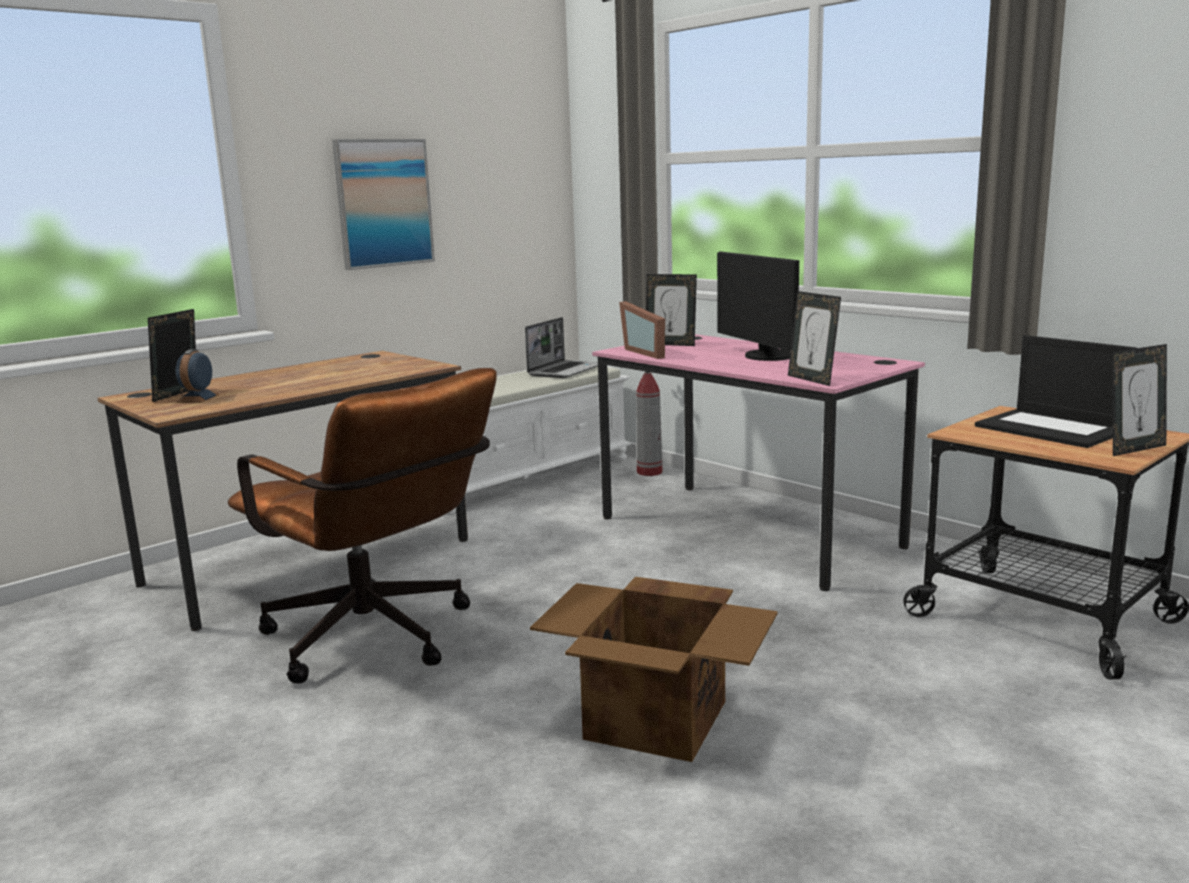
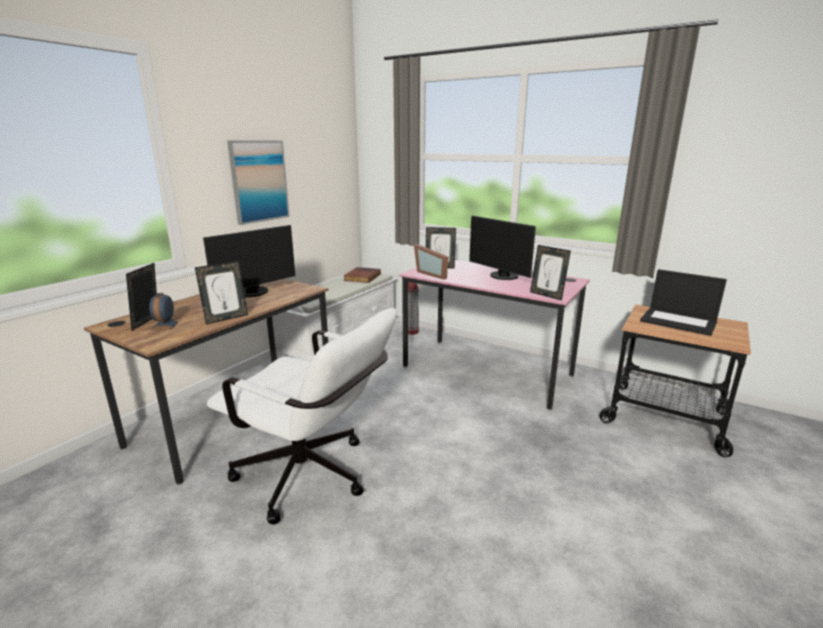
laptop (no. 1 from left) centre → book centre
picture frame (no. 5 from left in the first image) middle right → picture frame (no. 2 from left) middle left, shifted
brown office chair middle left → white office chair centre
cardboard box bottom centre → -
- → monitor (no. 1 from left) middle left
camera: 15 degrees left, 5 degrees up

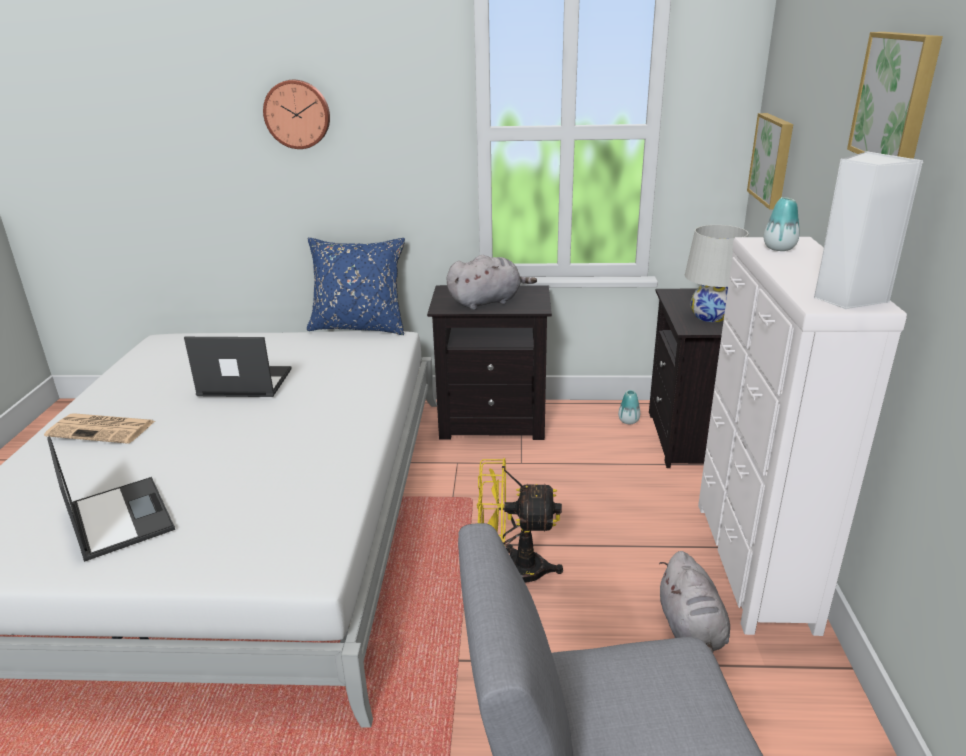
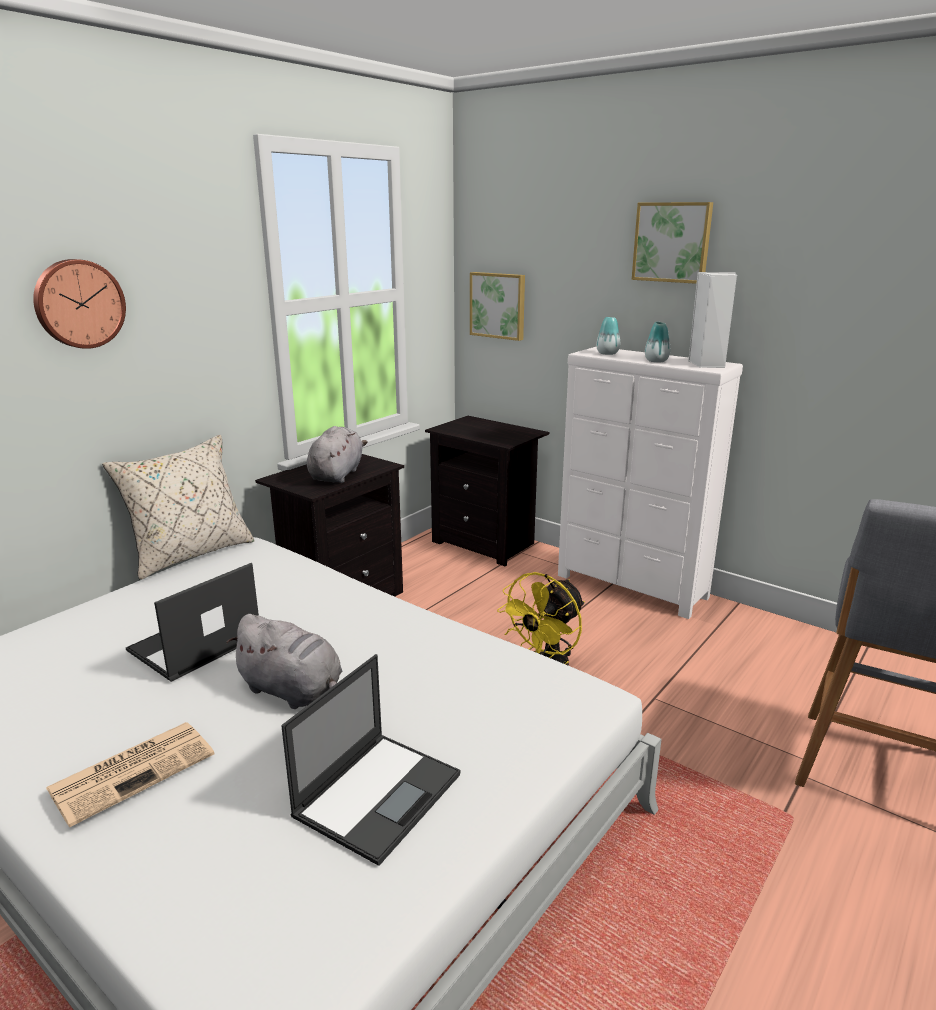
white table lamp middle right → -
blue pillow centre → beige pillow middle left
vase (no. 1 from left in the first image) centre → vase (no. 2 from left) middle right, shifted
laptop (no. 1 from left in the first image) middle left → laptop (no. 2 from left) bottom centre, 120 degrees clockwise
grey plush toy (no. 2 from left in the first image) bottom right → grey plush toy (no. 1 from left) middle left, shifted
camera: 55 degrees left, 5 degrees down

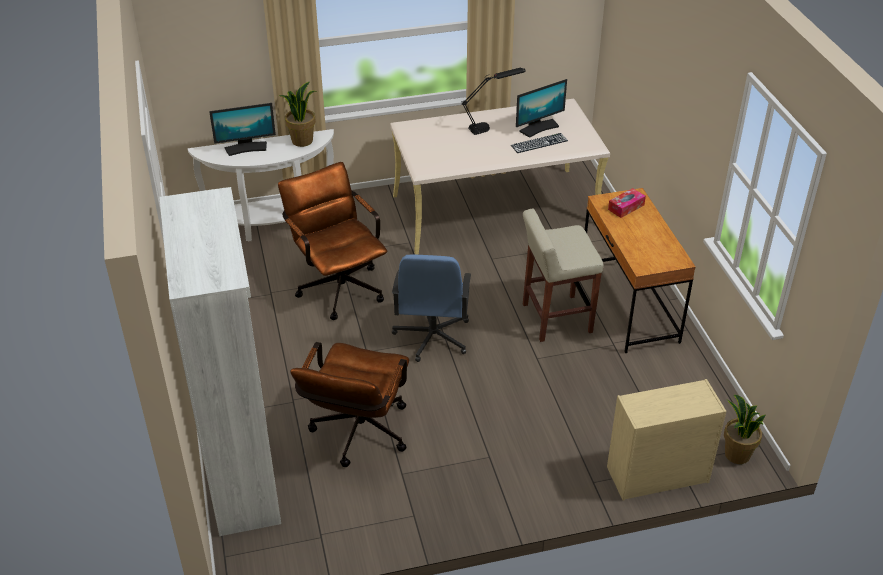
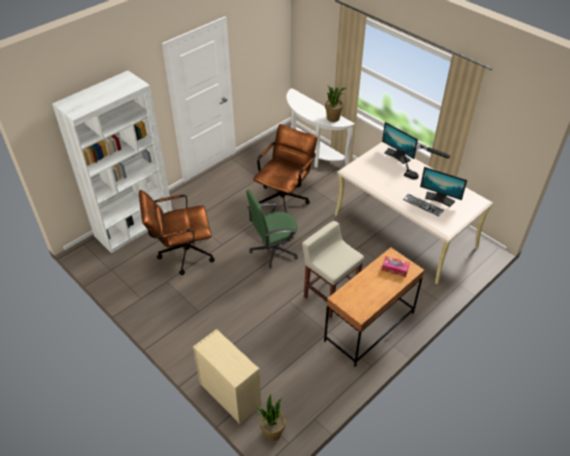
monitor (no. 1 from left) top left → monitor (no. 1 from left) top right, shifted
blue office chair centre → green office chair centre
camera: 60 degrees right, 5 degrees up

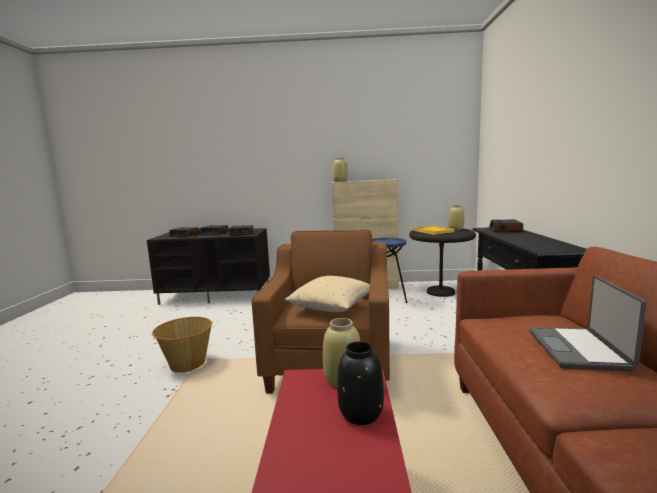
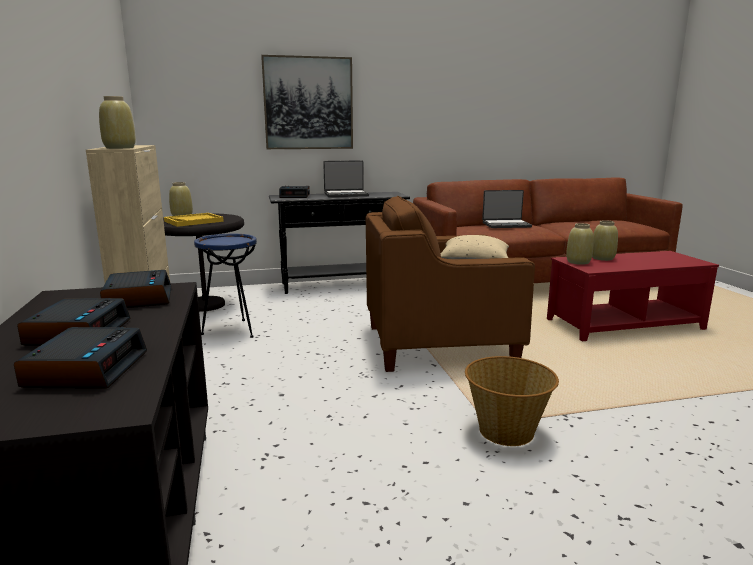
black vase bottom centre → beige vase (no. 4 from left) middle right
- → picture top centre
- → laptop (no. 1 from left) top centre
camera: 105 degrees left, 5 degrees up

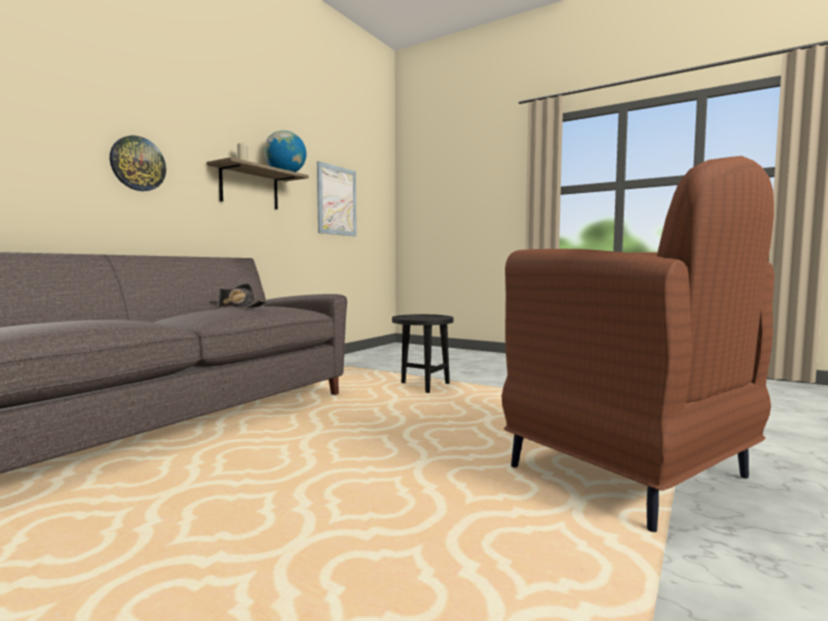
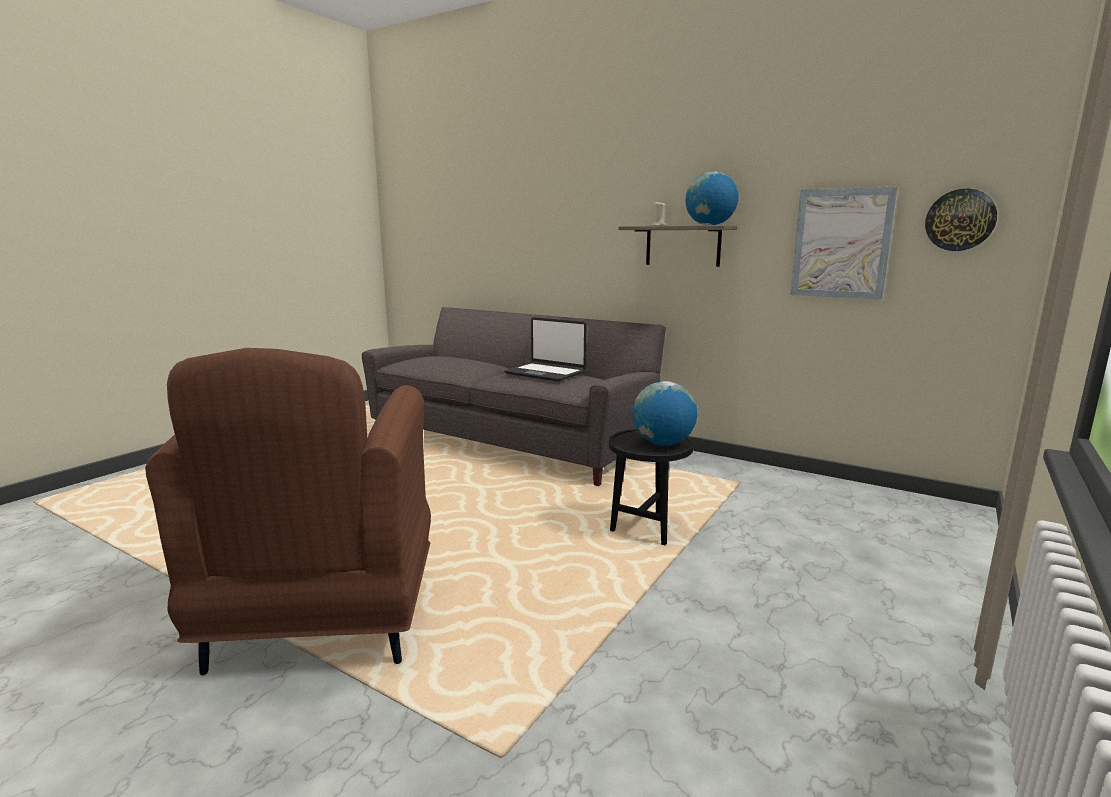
wall clock top left → wall clock top right, shifted
brown armchair middle right → brown armchair middle left, 60 degrees counterclockwise
black hat middle left → laptop centre
- → globe (no. 1 from left) centre
camera: 90 degrees right, 10 degrees up

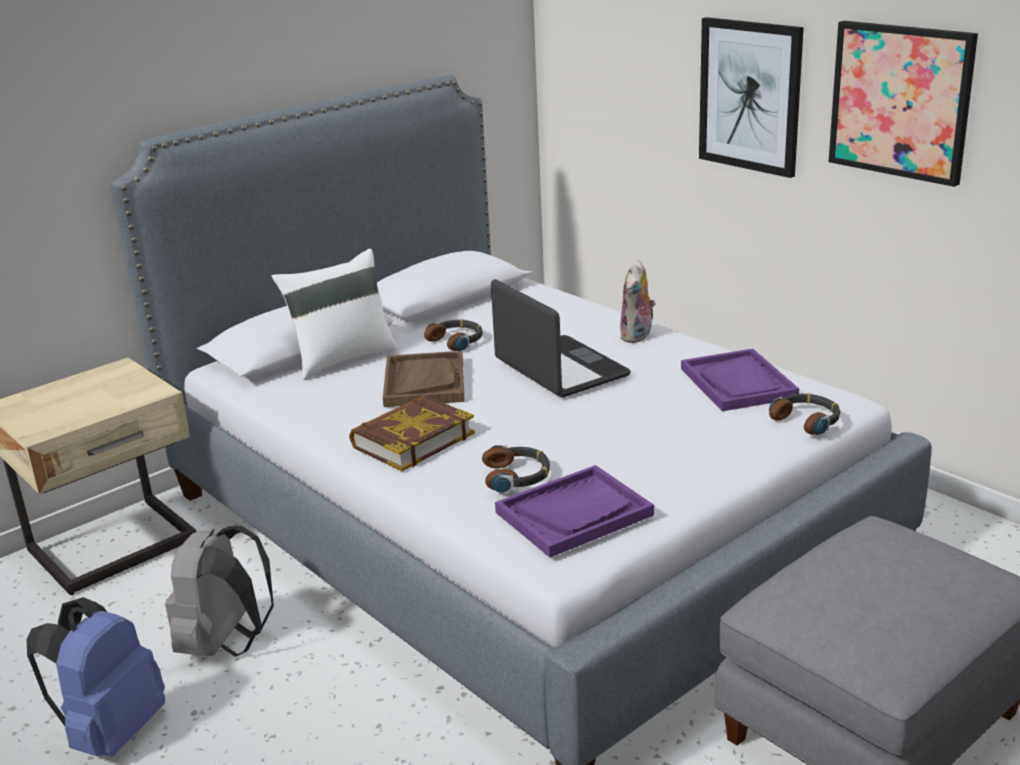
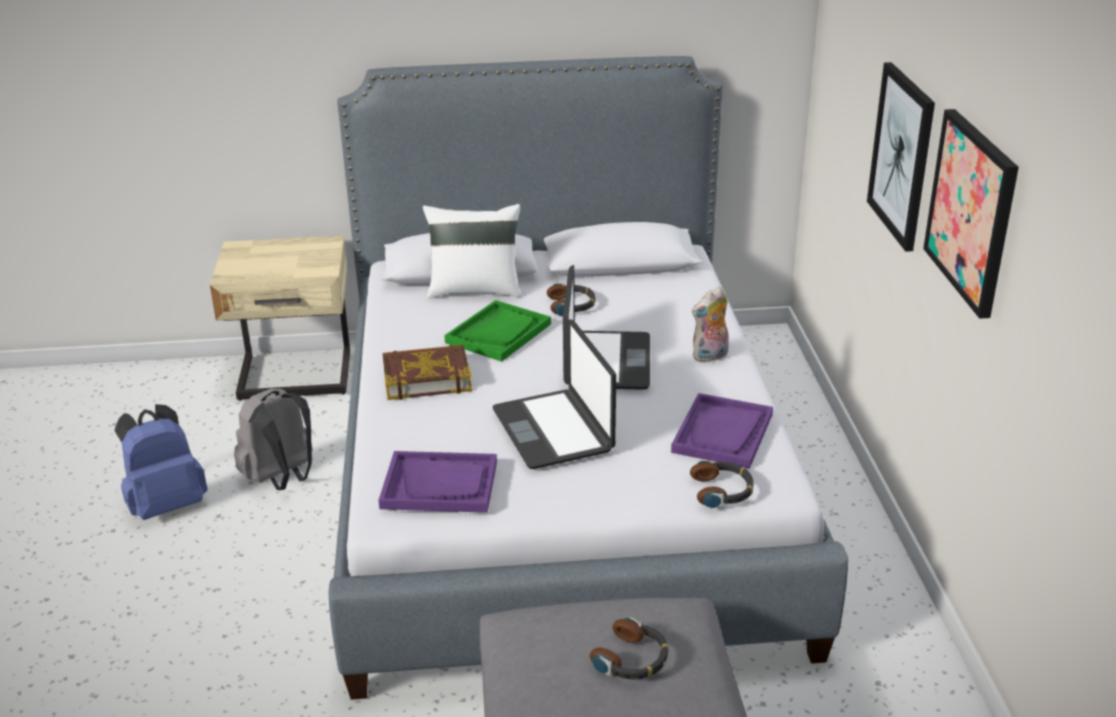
brown tray centre → green tray centre
headphones (no. 2 from left) centre → headphones (no. 2 from left) bottom centre, shifted
- → laptop (no. 1 from left) centre
camera: 35 degrees right, 5 degrees up

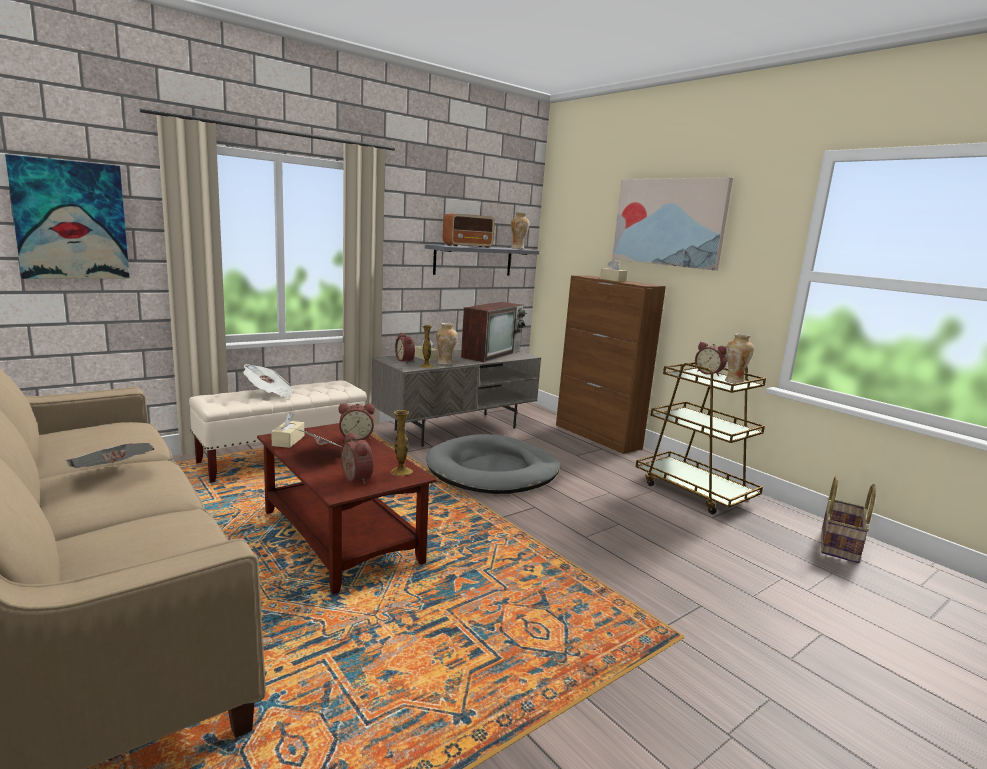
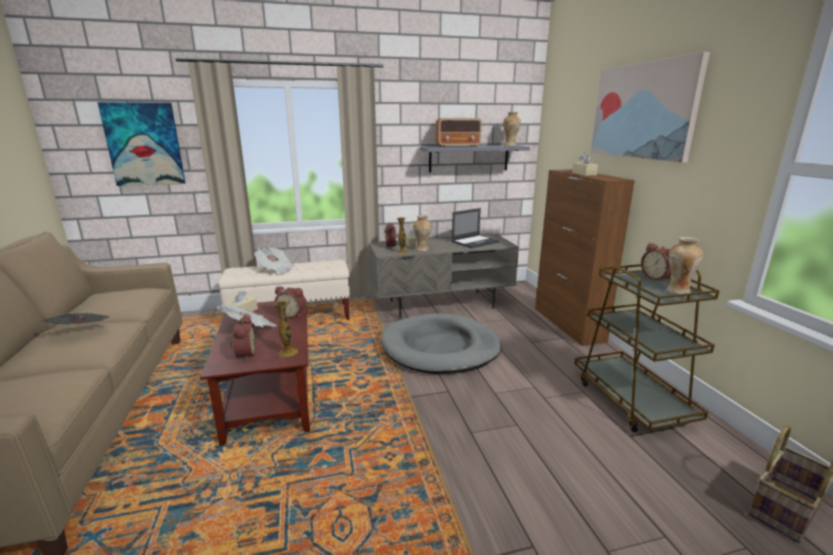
television centre → laptop centre
camera: 25 degrees right, 5 degrees up

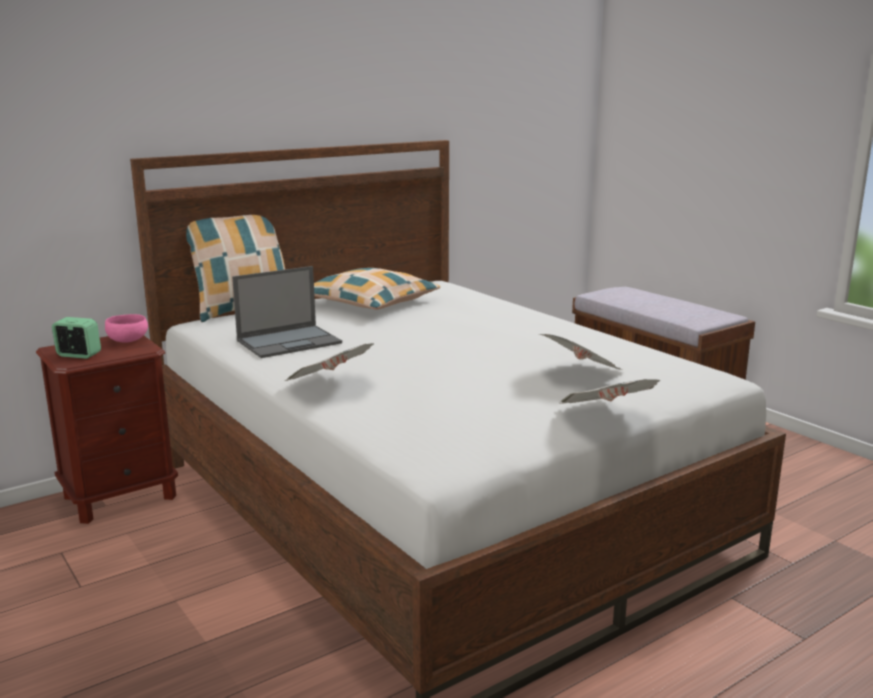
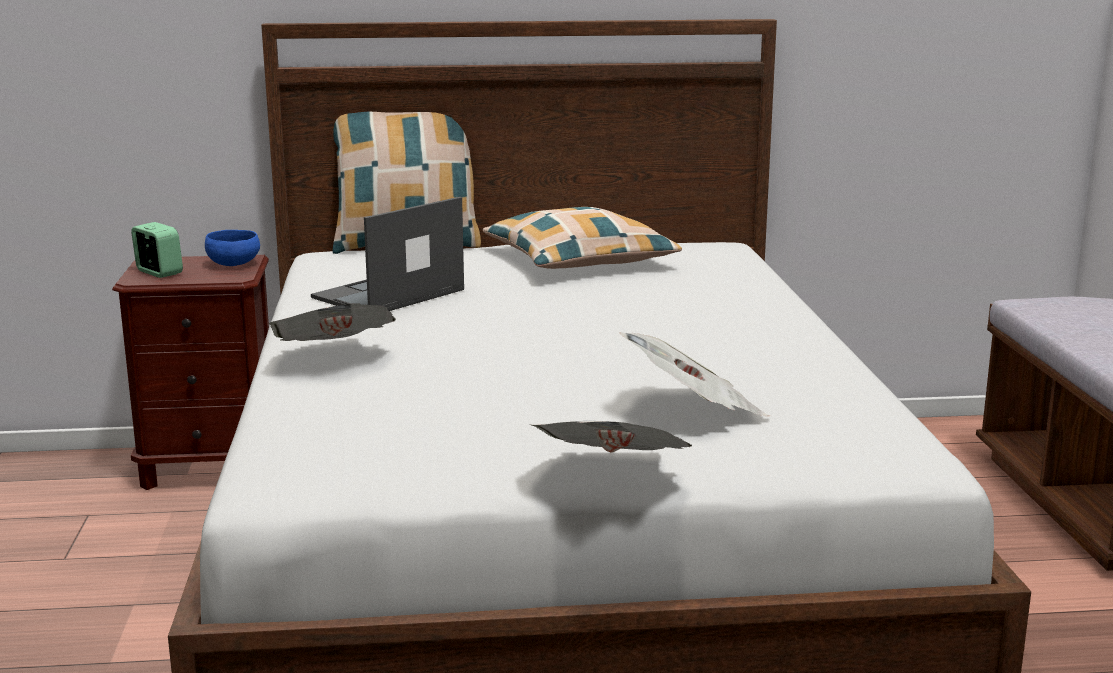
laptop middle left → laptop centre, 135 degrees clockwise
pink bowl middle left → blue bowl middle left
camera: 30 degrees right, 0 degrees up

